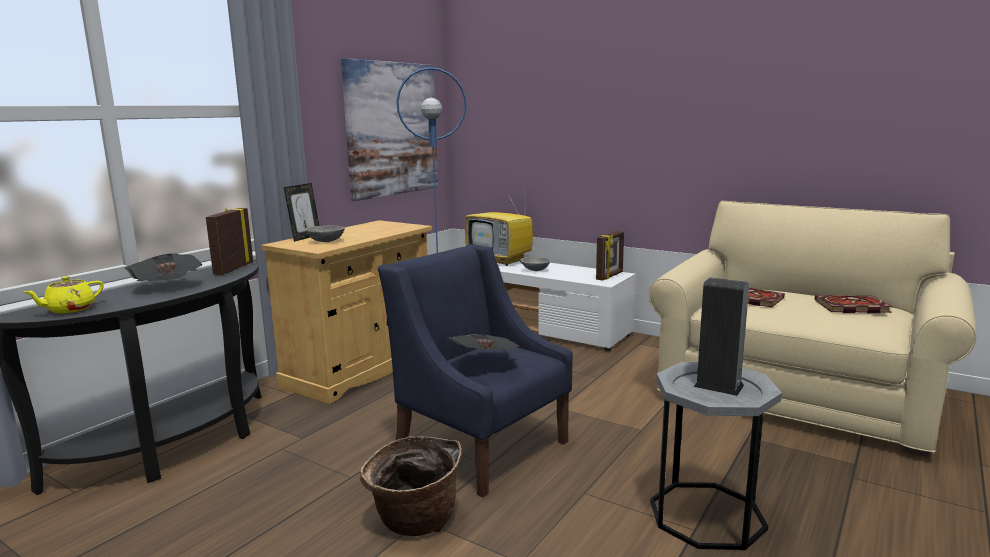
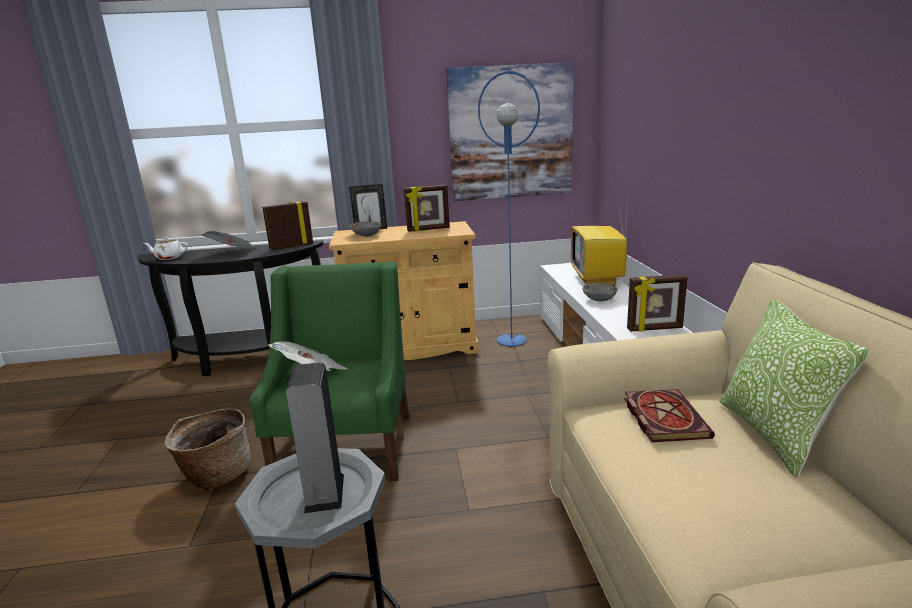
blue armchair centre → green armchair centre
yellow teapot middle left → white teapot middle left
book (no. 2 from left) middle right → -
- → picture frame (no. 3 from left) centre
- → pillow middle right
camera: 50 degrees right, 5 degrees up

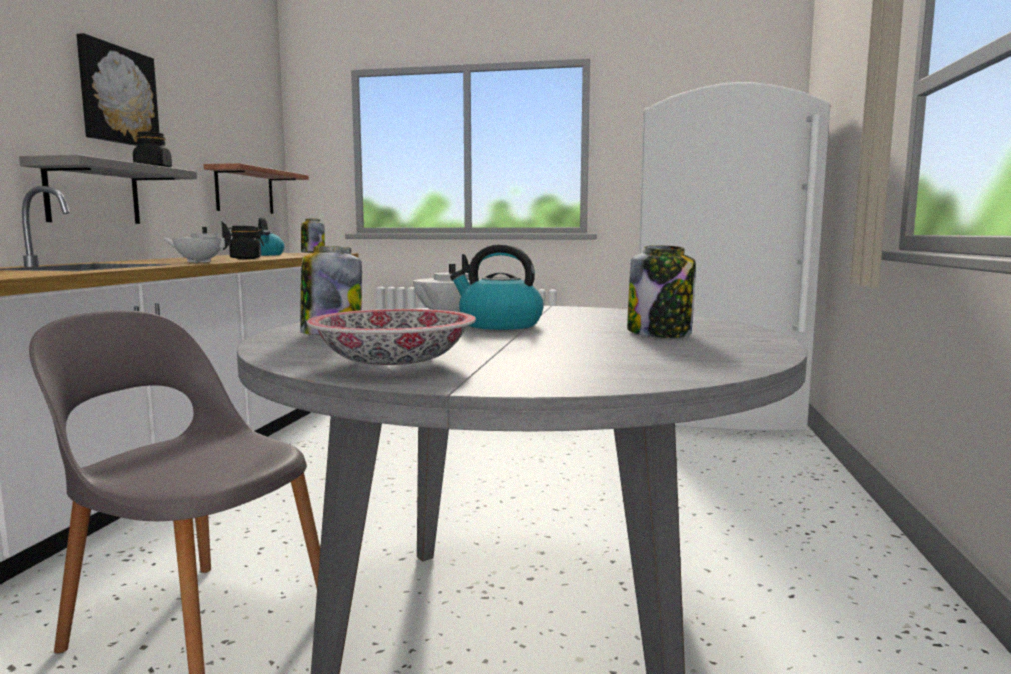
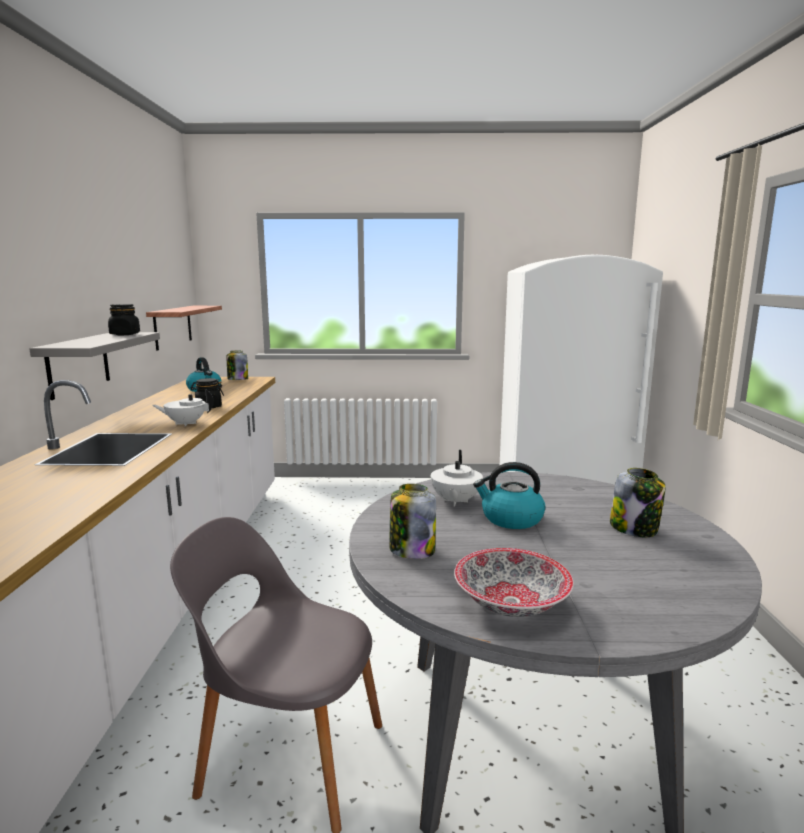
picture top left → -
camera: 10 degrees left, 5 degrees up

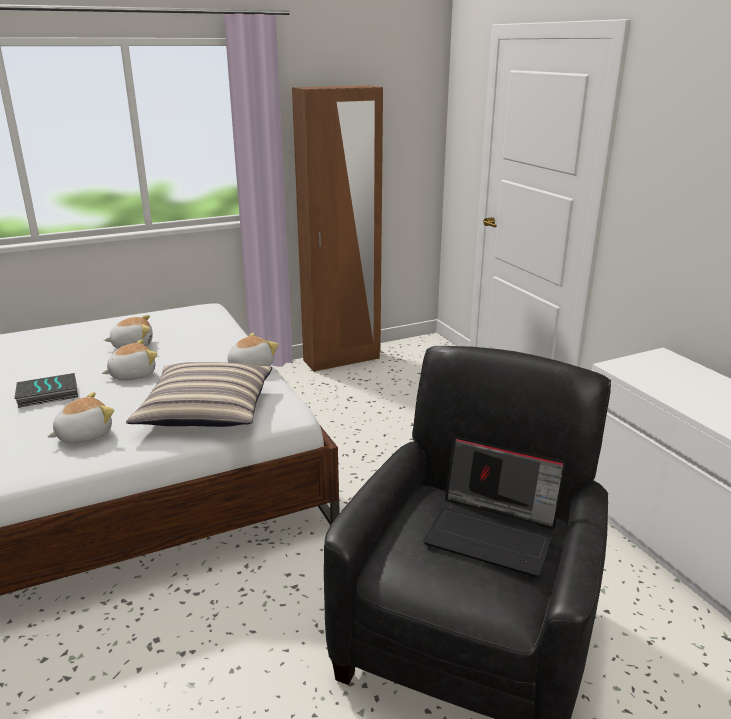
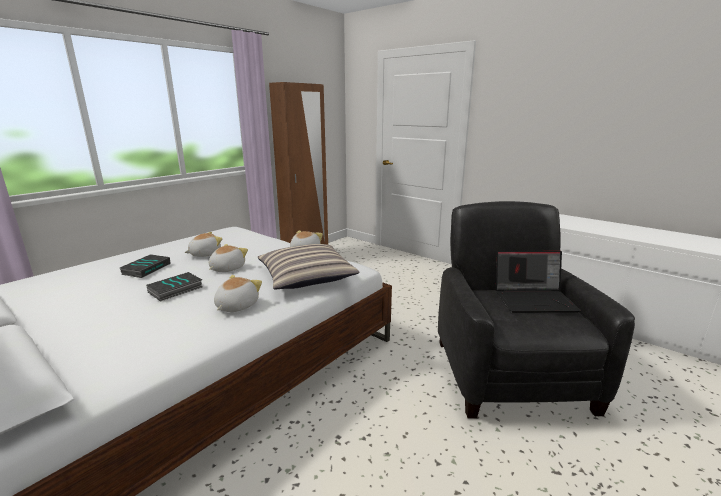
- → book (no. 1 from left) middle left
camera: 25 degrees left, 5 degrees down

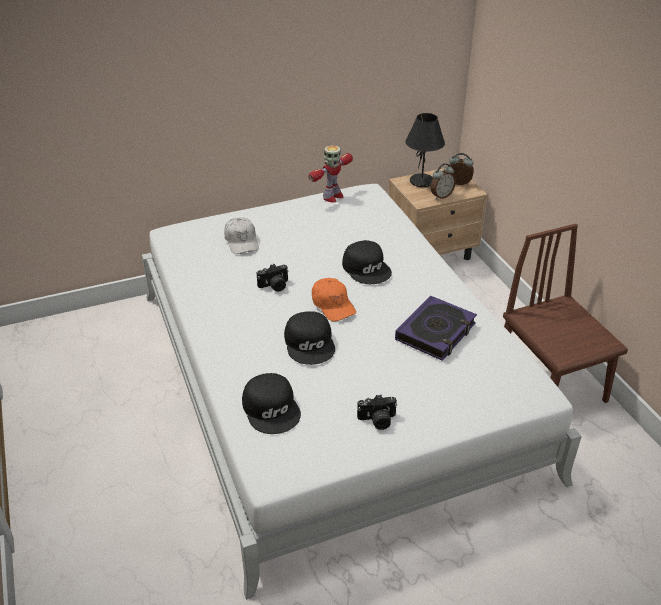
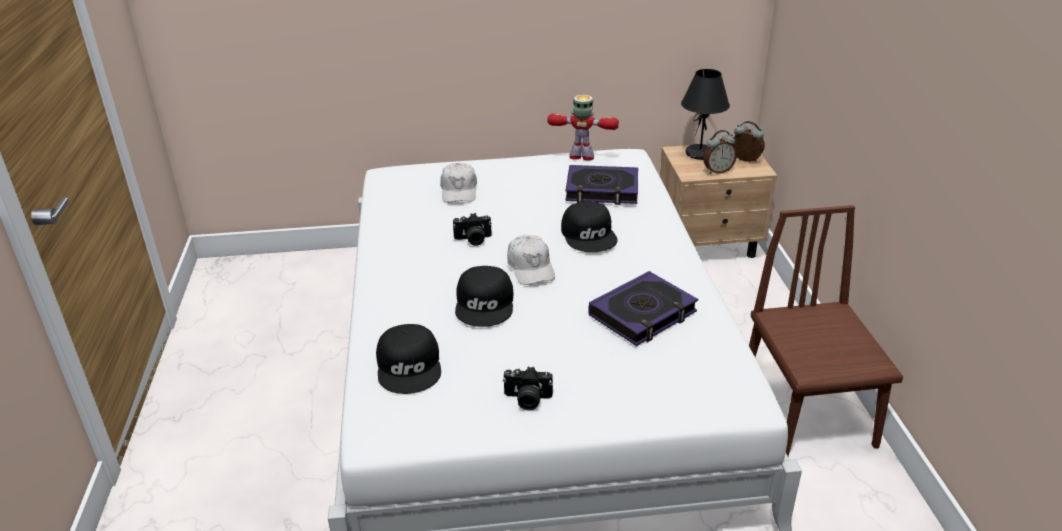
toy robot top centre, 135 degrees counterclockwise
orange cap centre → white cap (no. 2 from left) centre
- → book (no. 1 from left) centre
camera: 15 degrees right, 5 degrees down

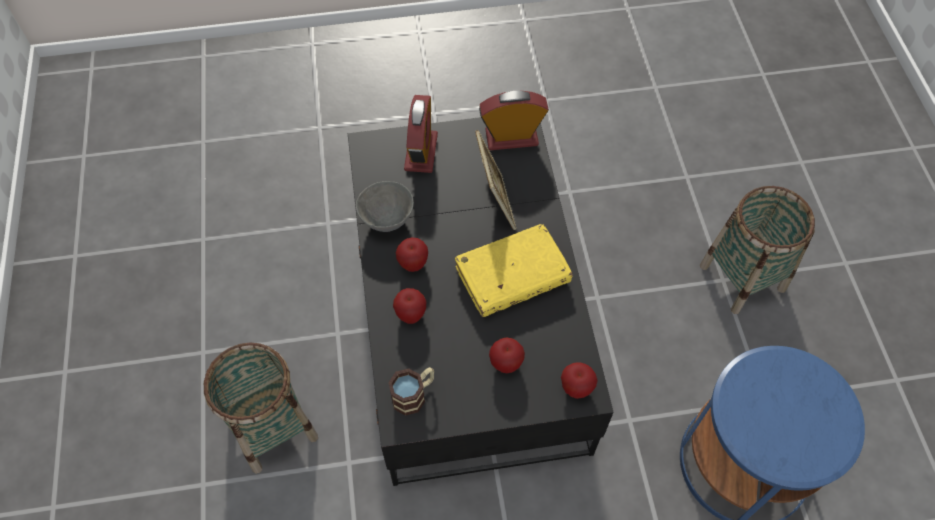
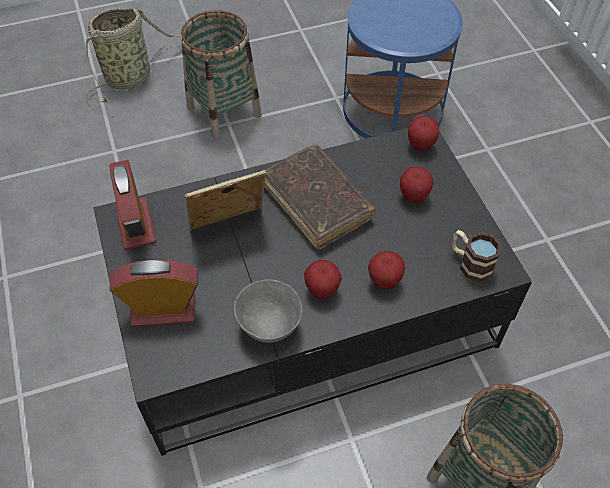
yellow book centre → brown book centre
- → basket (no. 1 from left) top left
camera: 100 degrees left, 5 degrees down

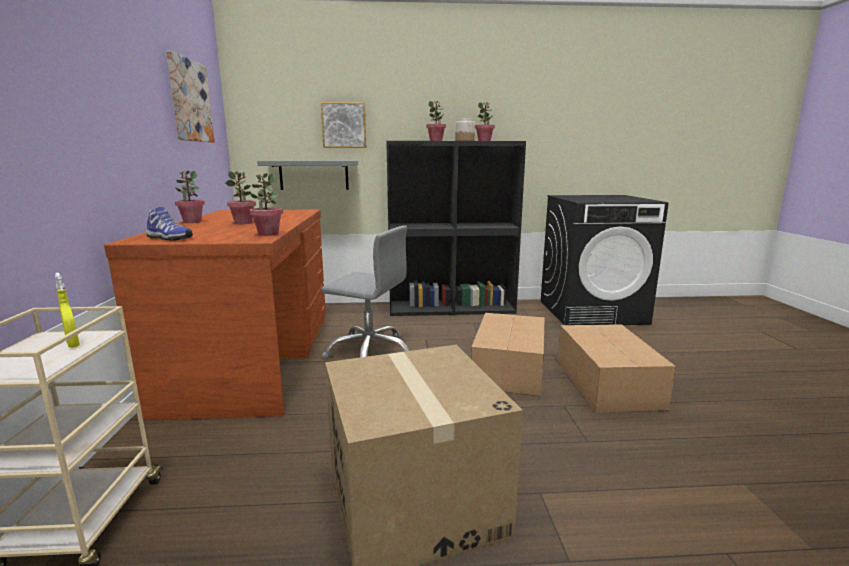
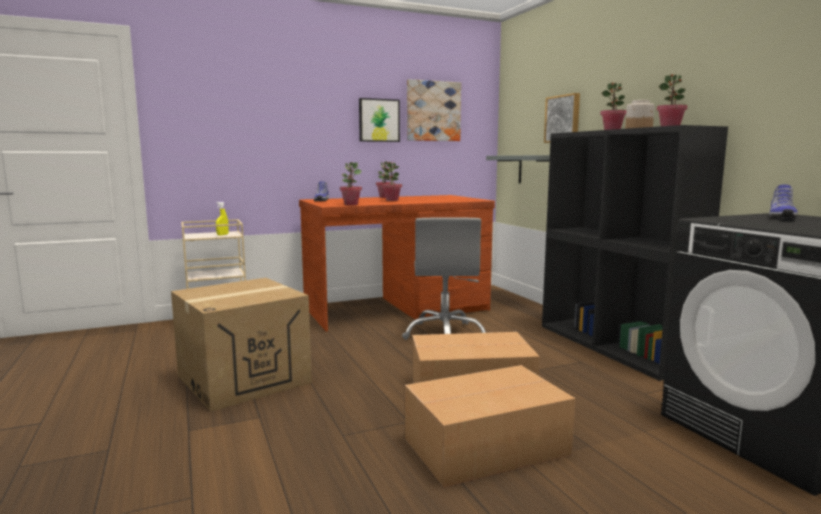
- → picture (no. 1 from left) top centre
- → shoe (no. 2 from left) middle right
camera: 70 degrees right, 5 degrees down

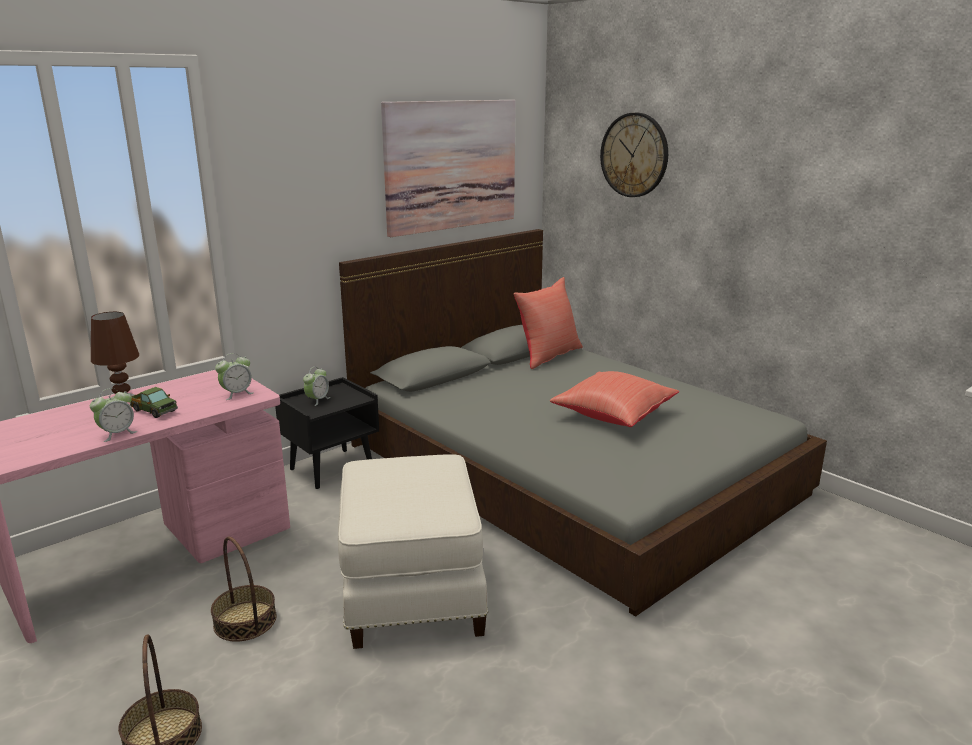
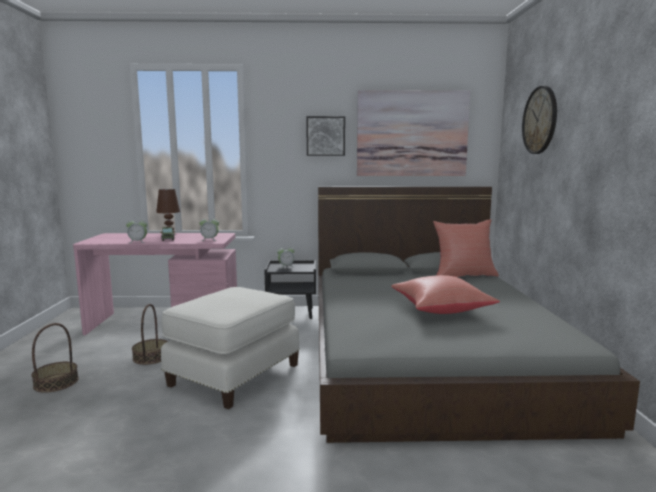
- → picture (no. 1 from left) top centre
camera: 40 degrees right, 10 degrees down

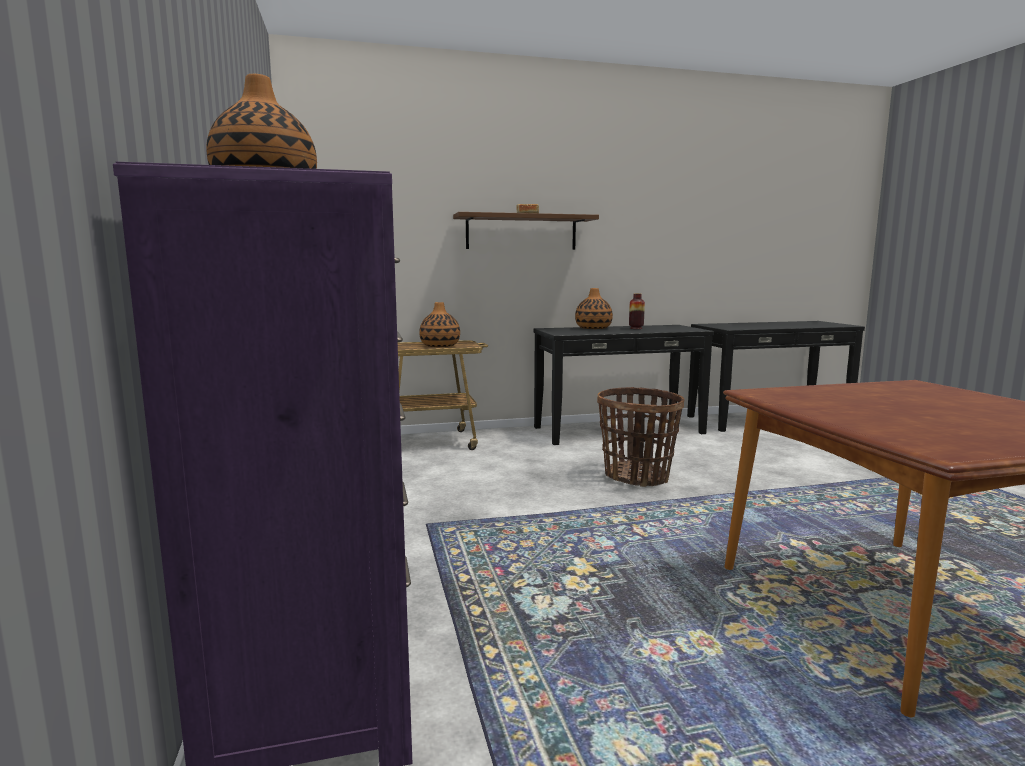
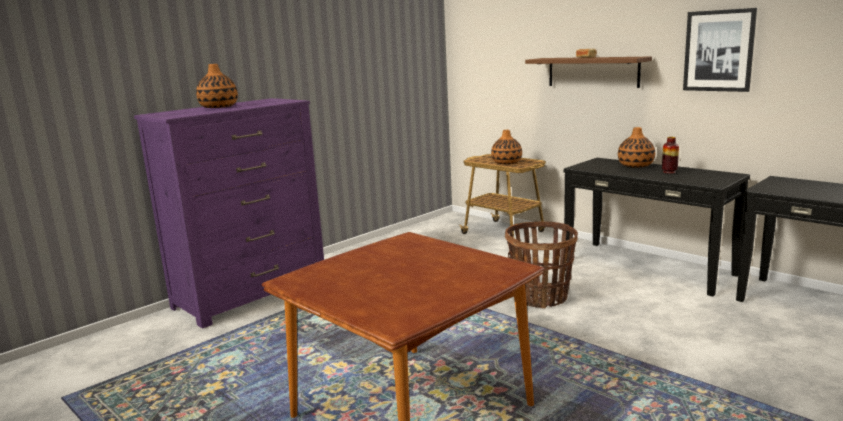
- → picture top right
camera: 60 degrees right, 5 degrees up

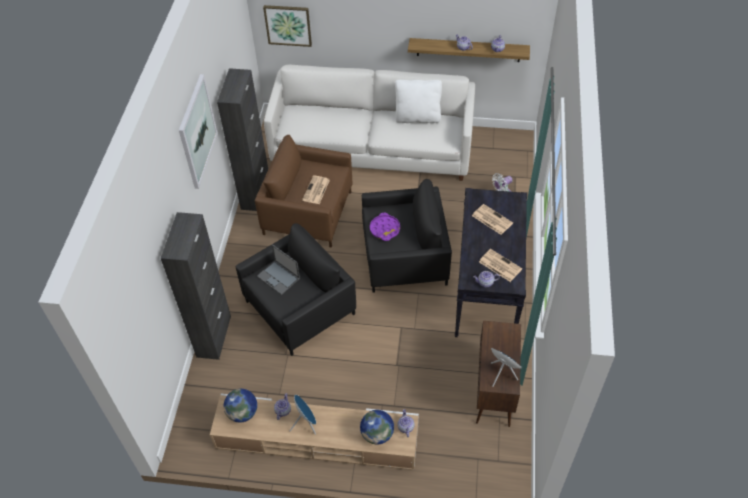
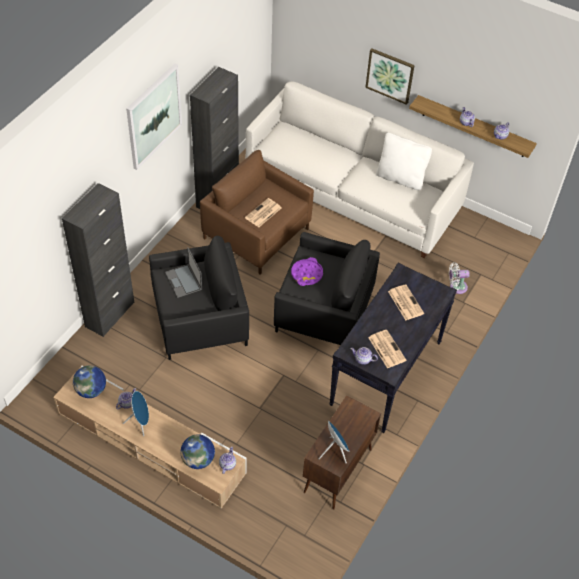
picture (no. 2 from left) top centre → picture (no. 2 from left) top right, shifted
camera: 20 degrees right, 0 degrees up

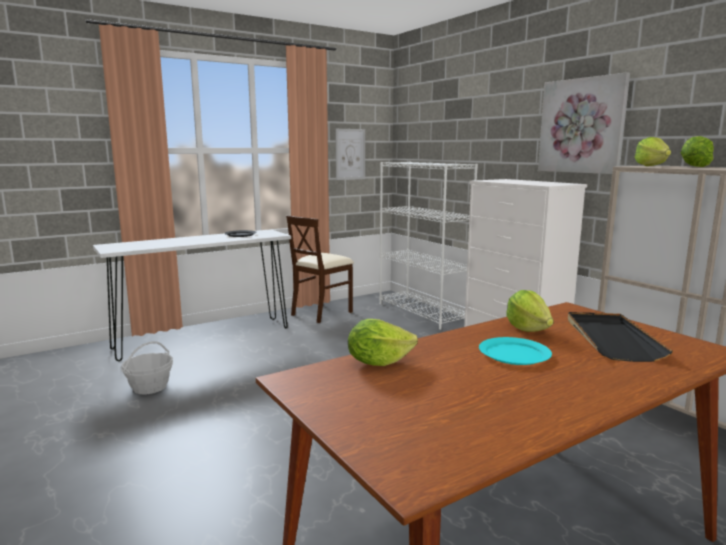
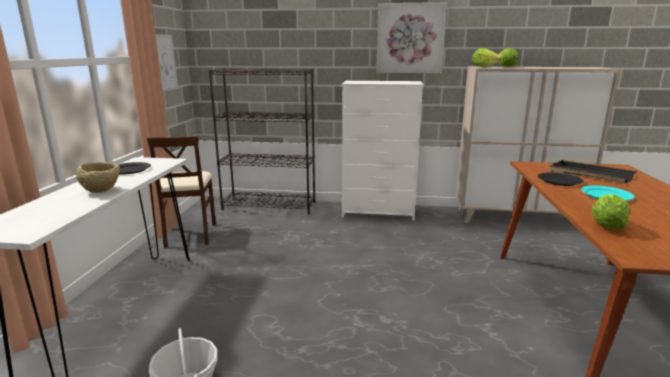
white bookcase centre → black bookcase centre
lettuce (no. 2 from left) middle right → black plate (no. 2 from left) middle right
- → beige bowl middle left
camera: 50 degrees left, 5 degrees up

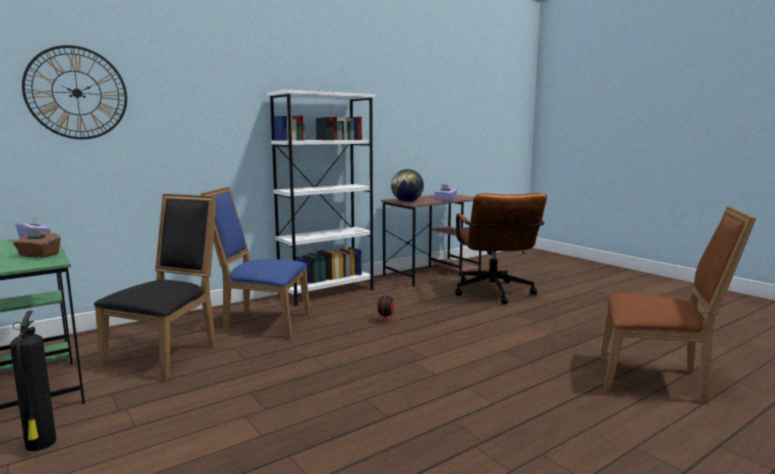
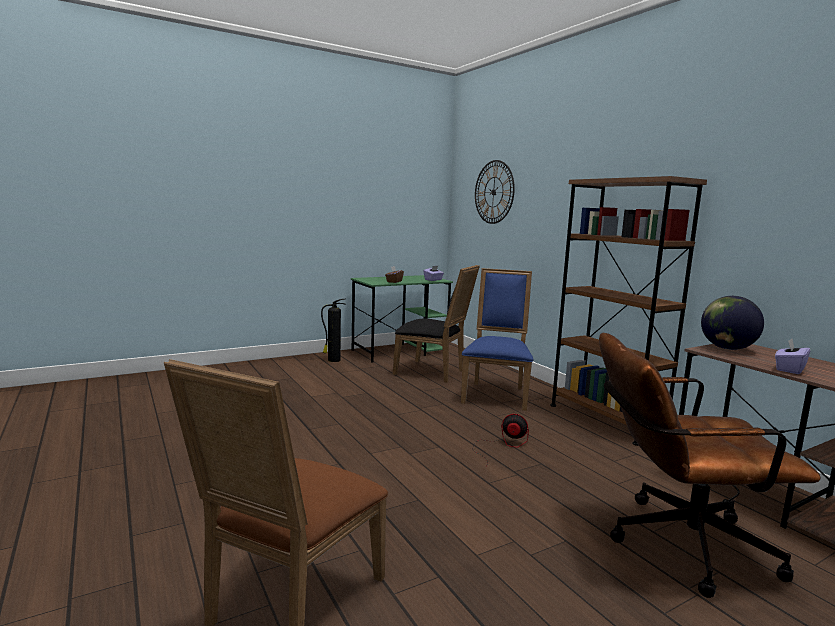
white bookcase centre → brown bookcase middle right
camera: 95 degrees right, 0 degrees up

